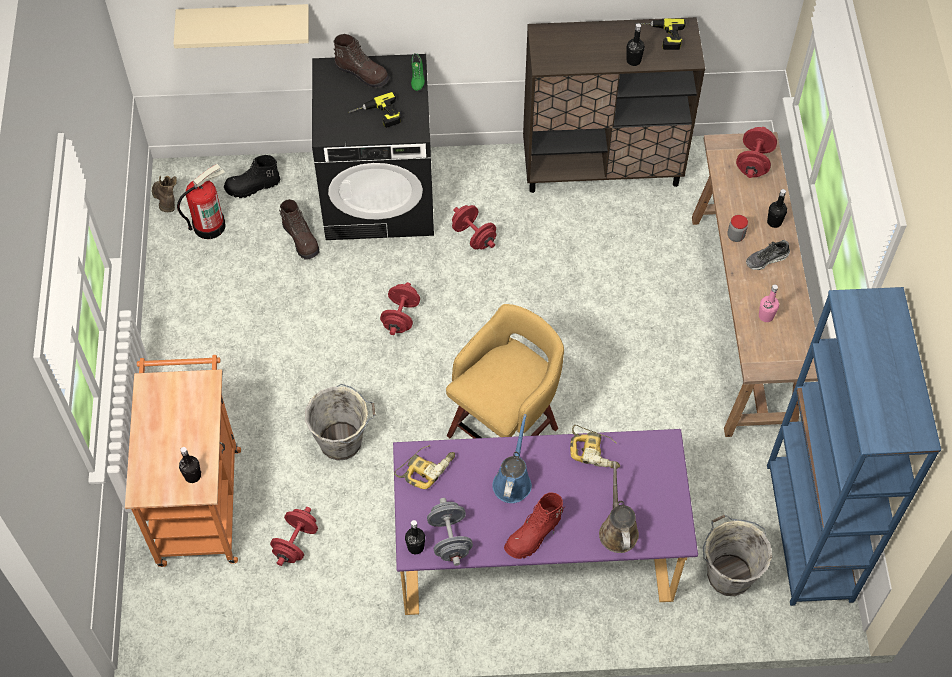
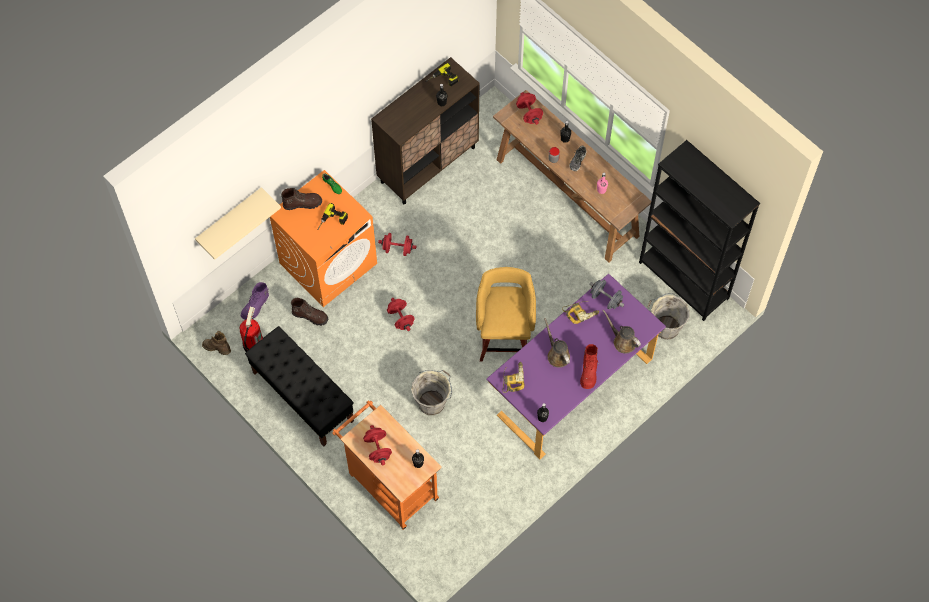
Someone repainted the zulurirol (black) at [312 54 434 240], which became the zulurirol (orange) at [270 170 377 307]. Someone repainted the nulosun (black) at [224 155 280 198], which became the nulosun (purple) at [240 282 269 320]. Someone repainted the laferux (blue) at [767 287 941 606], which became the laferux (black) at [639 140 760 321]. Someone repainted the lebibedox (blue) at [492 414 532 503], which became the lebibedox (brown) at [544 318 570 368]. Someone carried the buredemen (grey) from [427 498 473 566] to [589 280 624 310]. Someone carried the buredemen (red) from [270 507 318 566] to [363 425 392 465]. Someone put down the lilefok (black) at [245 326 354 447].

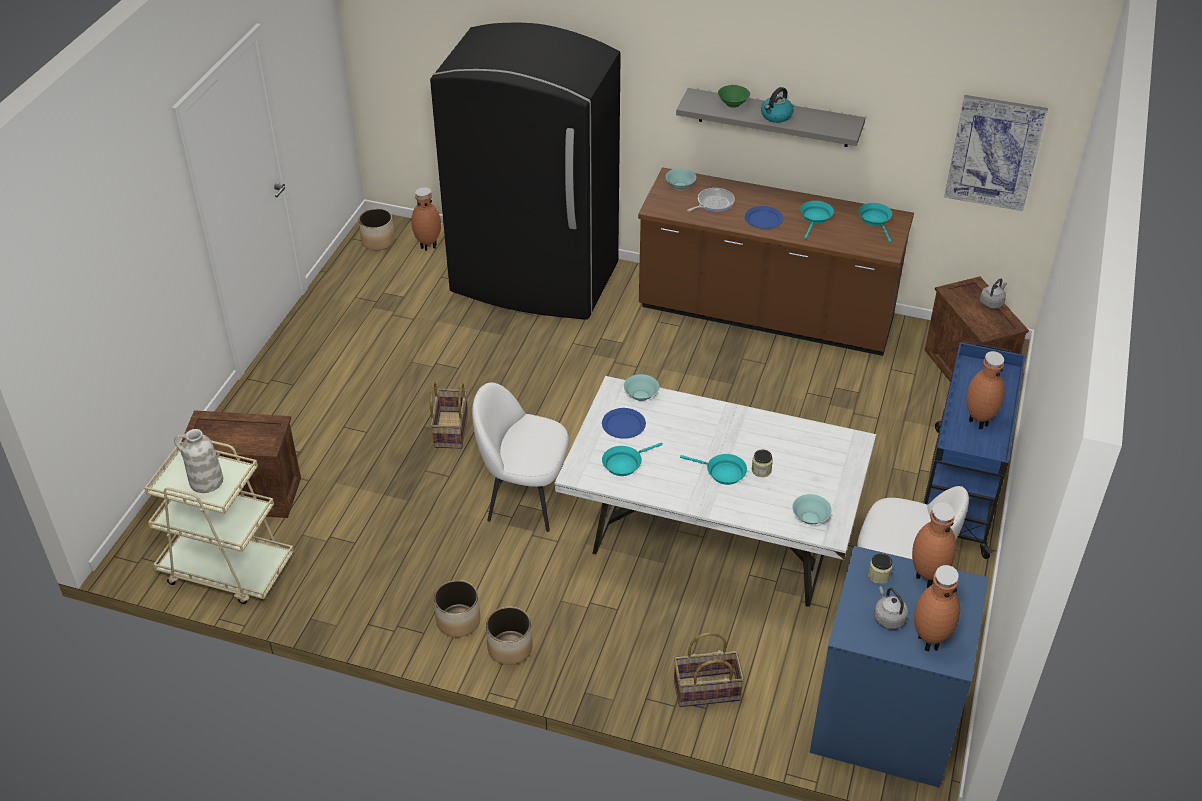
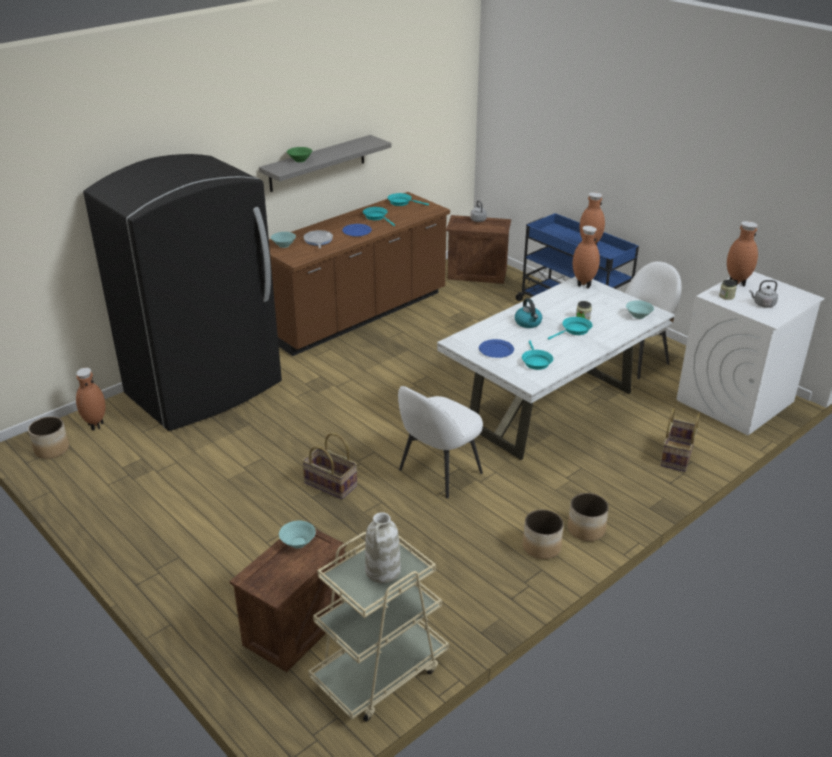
Someone carried the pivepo from [761 87 794 123] to [515 298 542 328]. Someone took away the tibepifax at [944 95 1048 211]. Someone carried the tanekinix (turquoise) from [624 374 659 401] to [279 521 316 548]. Someone repainted the zulurirol (blue) at [809 546 989 788], which became the zulurirol (white) at [677 271 825 436]. Someone carried the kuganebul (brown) from [914 565 960 651] to [573 226 600 288].

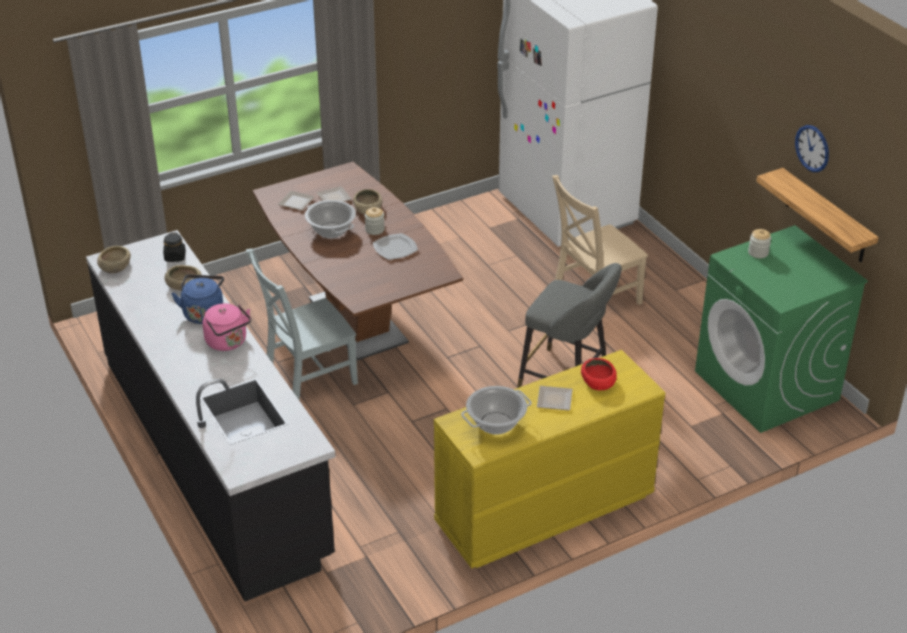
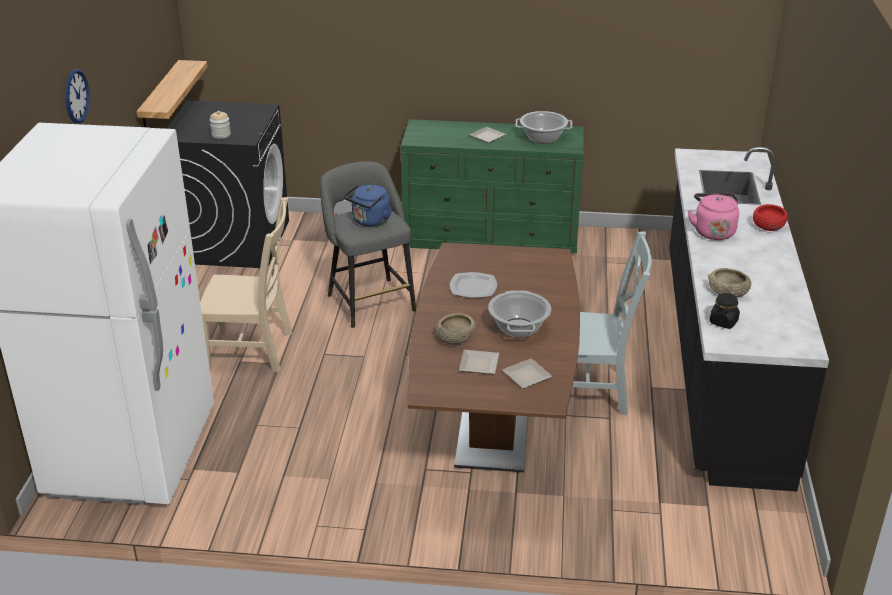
Someone carried the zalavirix from [795 125 829 172] to [65 69 90 123]. Someone took away the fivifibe at [365 207 385 235]. Someone repainted the zulurirol (green) at [695 225 868 433], which became the zulurirol (black) at [166 100 289 268]. Someone took away the tanekinix (beige) at [97 246 131 274]. Someone carried the pivepo (blue) from [172 275 224 324] to [344 184 392 226]. Someone repainted the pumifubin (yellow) at [434 350 665 569], which became the pumifubin (green) at [401 119 584 254]. Someone carried the tanekinix (red) from [581 358 617 390] to [753 204 787 231].

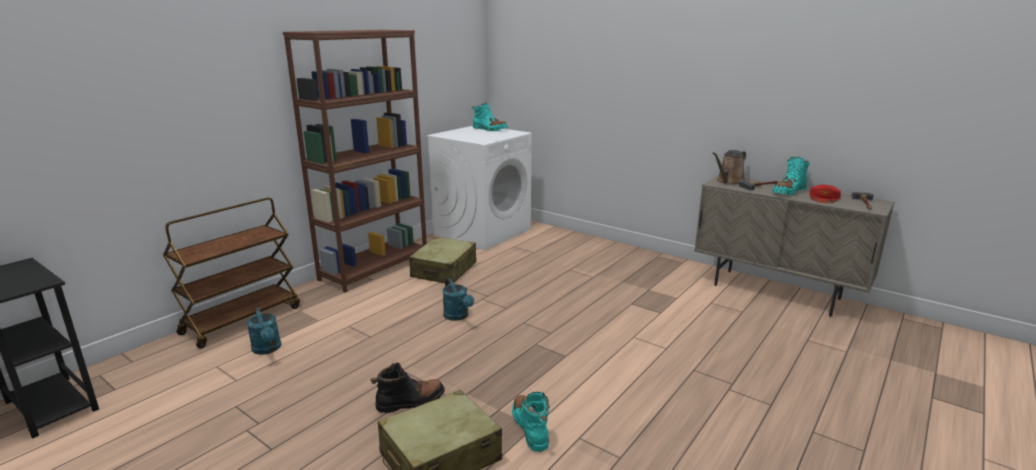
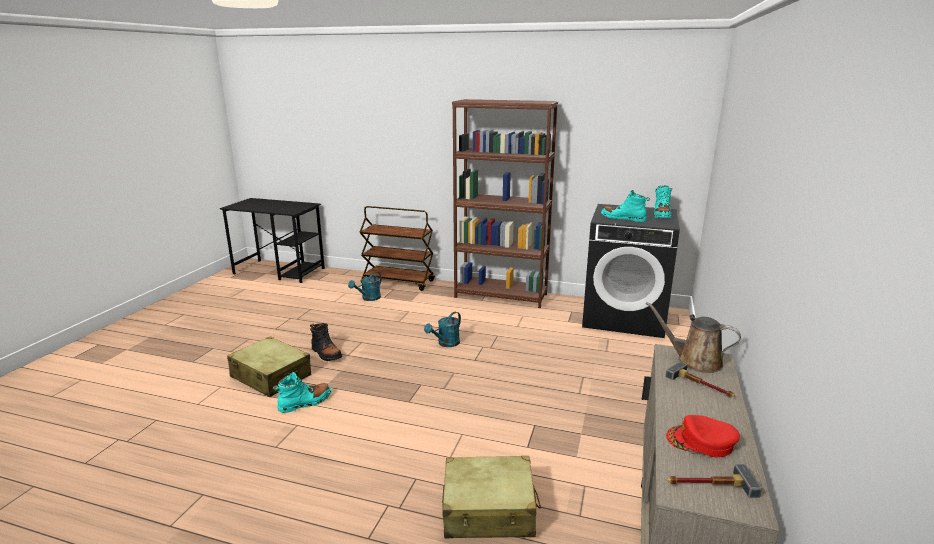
Someone repainted the zulurirol (white) at [426 126 532 250], which became the zulurirol (black) at [582 204 680 338]. Someone carried the nulosun (turquoise) from [772 156 809 195] to [601 190 650 222]. Someone carried the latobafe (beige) from [409 237 476 285] to [442 456 541 538].

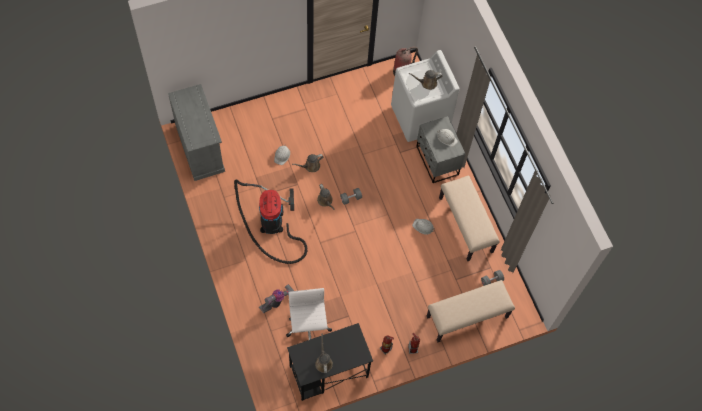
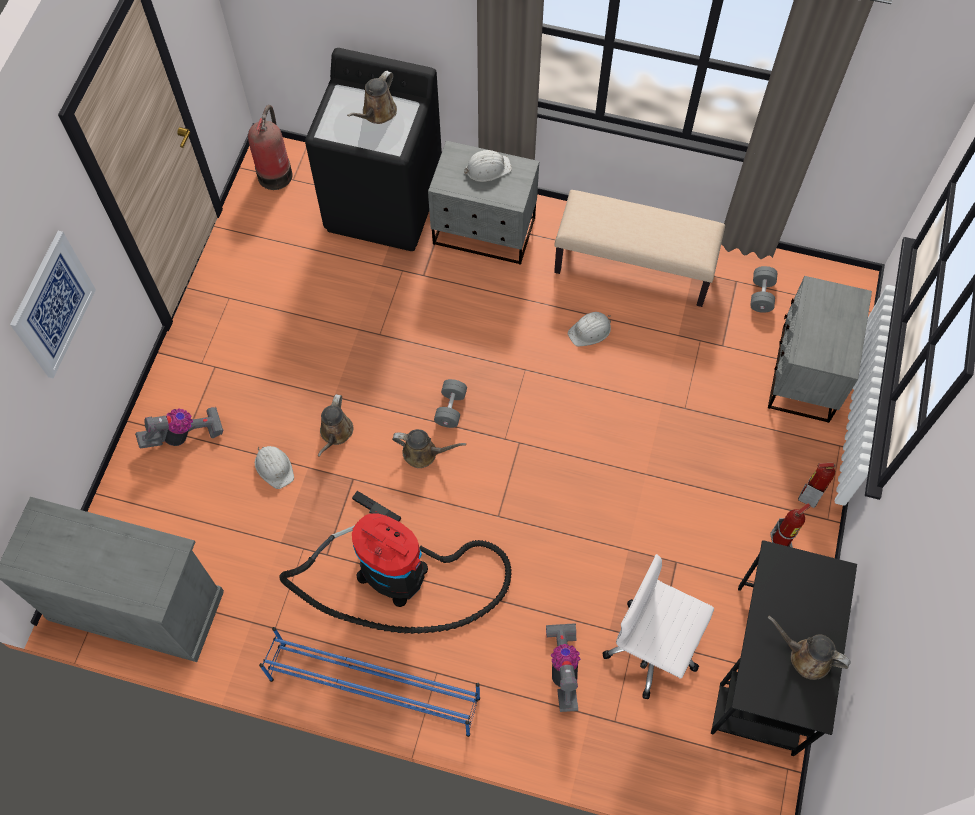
Someone repainted the zulurirol (white) at [391 50 460 142], which became the zulurirol (black) at [305 48 442 251]. Someone swapped the lilefok (beige) at [427 280 515 342] for the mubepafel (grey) at [768 276 872 423]. Someone put up the tibepifax at [10 231 96 378]. Someone put down the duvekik at [135 407 224 449]. Someone put down the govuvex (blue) at [259 627 480 737].

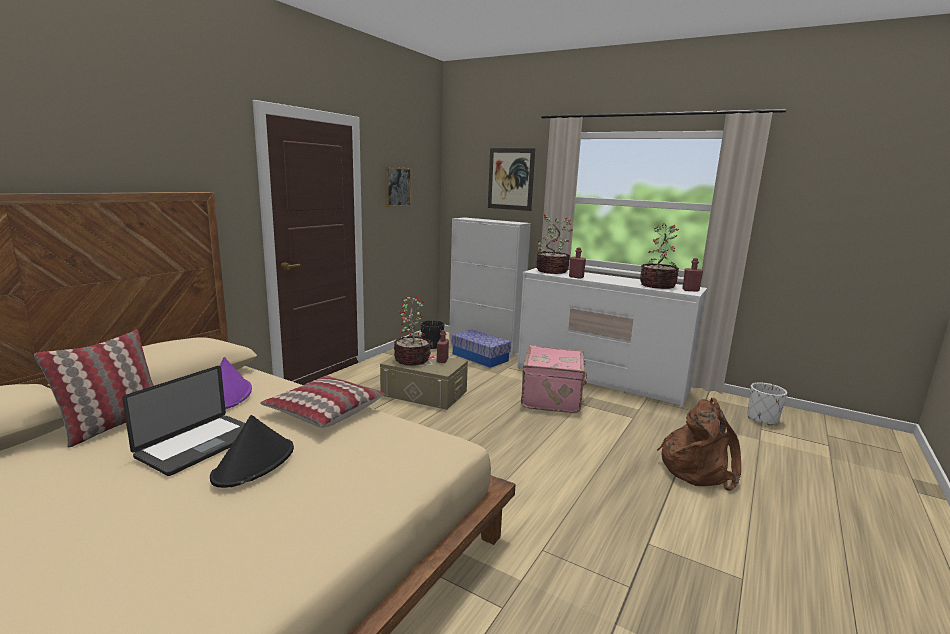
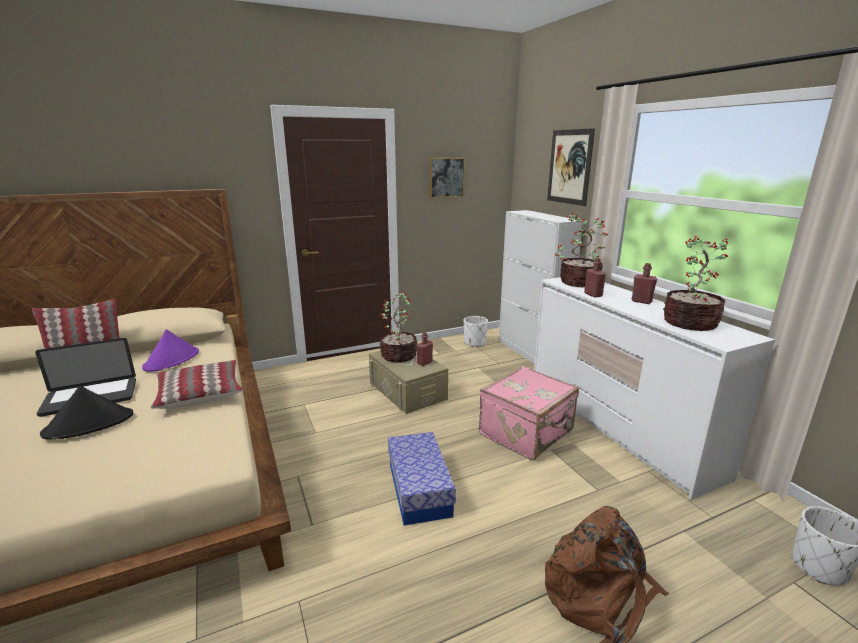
Someone carried the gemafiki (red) from [682 258 703 292] to [631 263 657 304]. Someone repainted the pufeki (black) at [421 320 444 349], which became the pufeki (white) at [464 316 488 347]. Someone carried the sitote from [452 329 511 368] to [388 432 456 526].

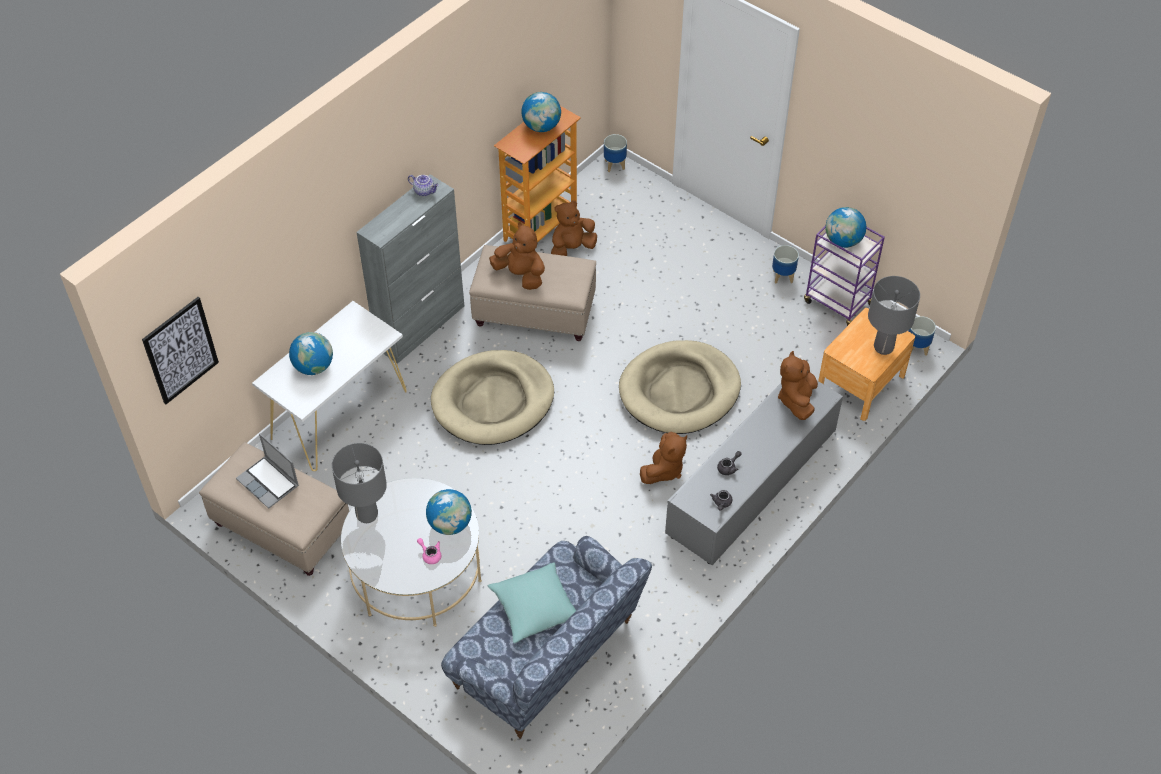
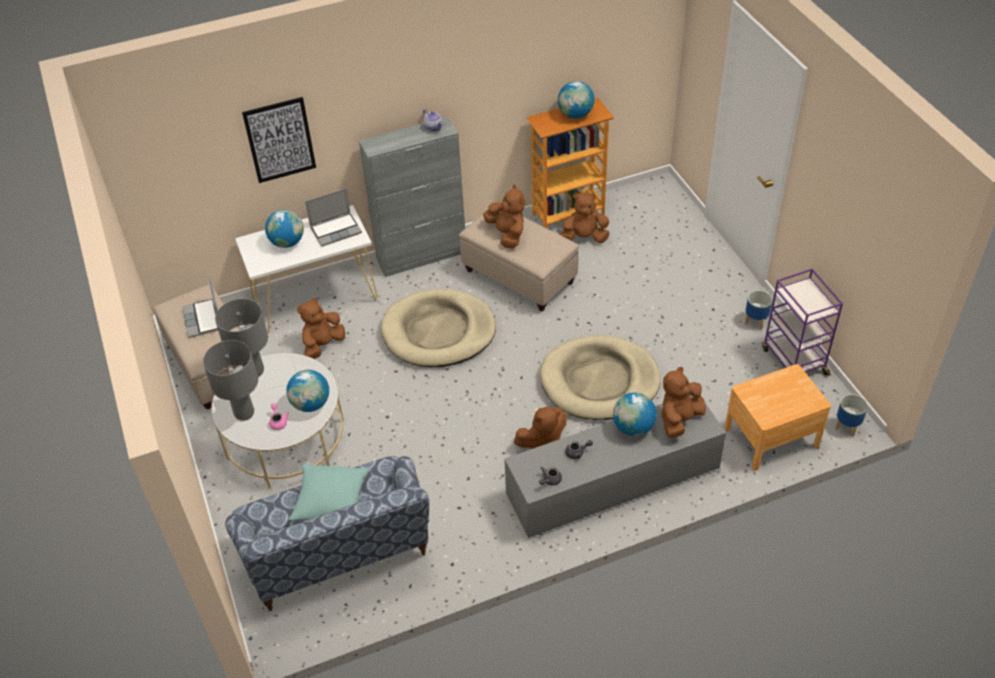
Someone took away the pufeki at [604 134 627 172]. Someone carried the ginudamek from [825 207 867 248] to [613 392 657 436]. Someone carried the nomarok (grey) from [868 276 920 355] to [203 340 258 421]. Someone carried the tibepifax from [142 297 219 404] to [242 97 316 183]. Someone put down the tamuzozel at [305 188 362 247]. Someone put down the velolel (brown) at [297 298 345 359].

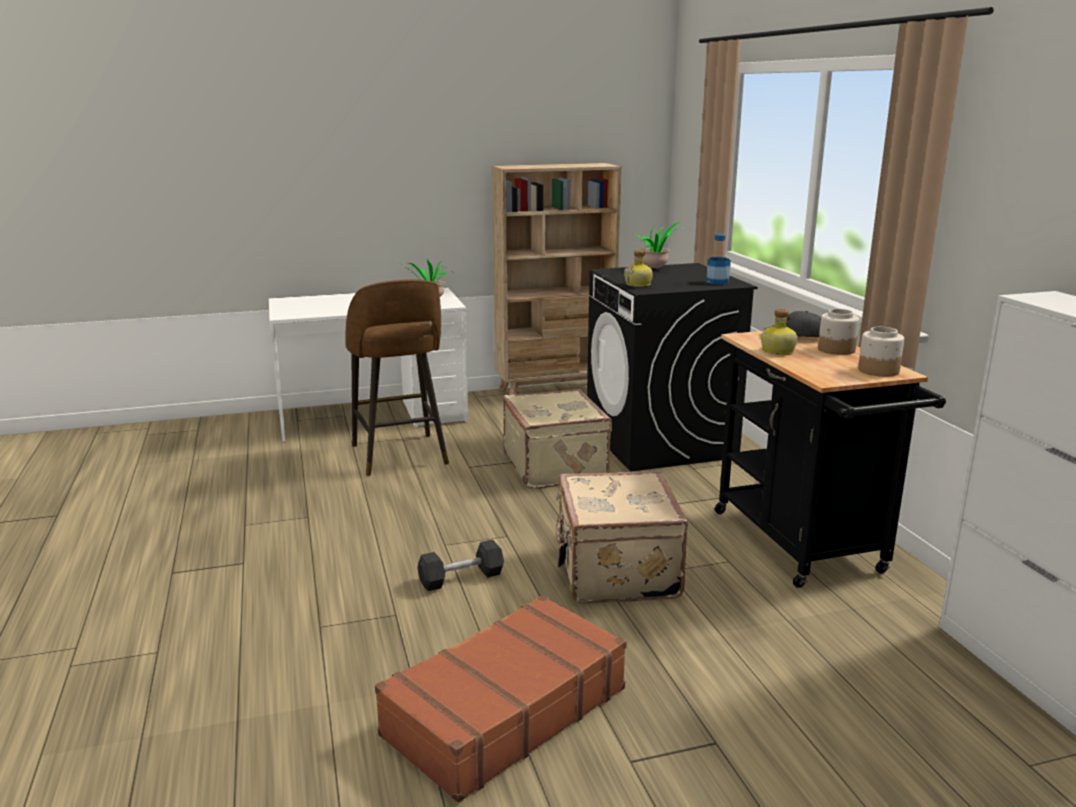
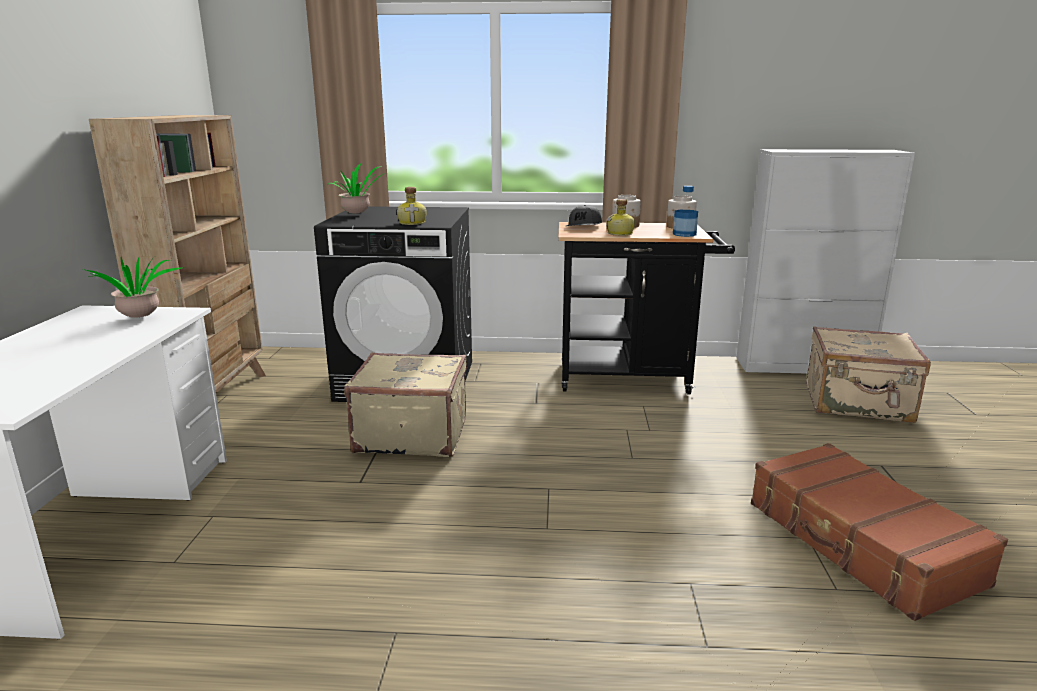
Someone carried the gemafiki from [707 234 731 285] to [673 186 698 237]. Someone took away the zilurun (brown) at [345 279 449 476]. Someone carried the latobafe (beige) from [555 471 688 604] to [806 326 931 423]. Someone took away the buredemen (grey) at [417 539 504 591].

